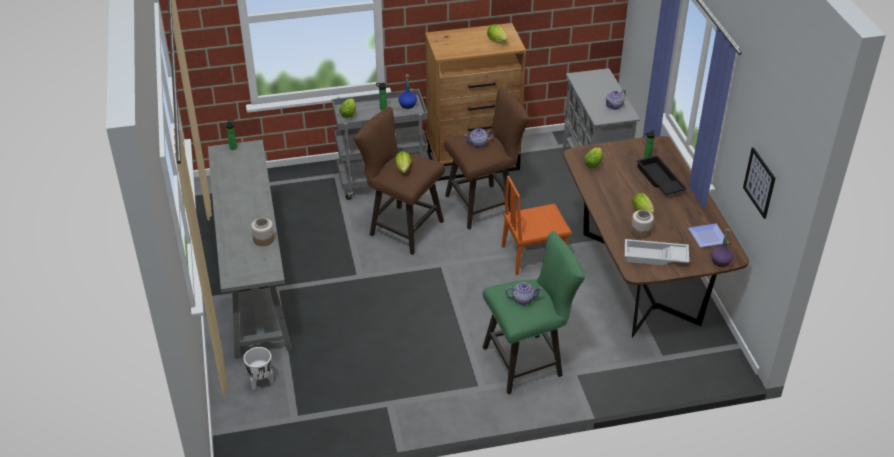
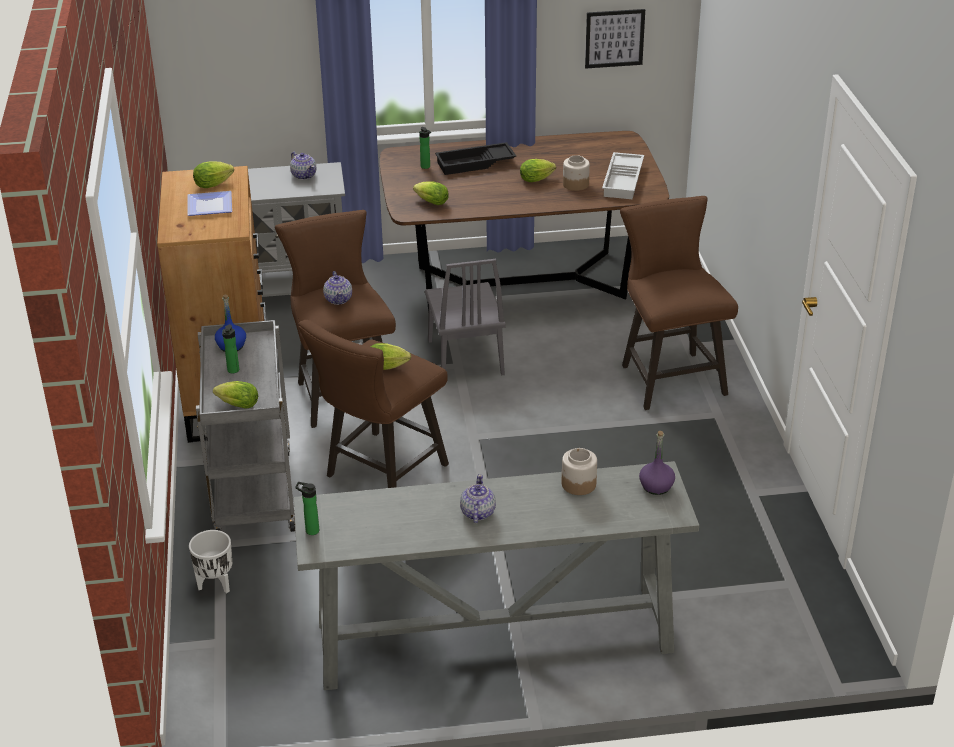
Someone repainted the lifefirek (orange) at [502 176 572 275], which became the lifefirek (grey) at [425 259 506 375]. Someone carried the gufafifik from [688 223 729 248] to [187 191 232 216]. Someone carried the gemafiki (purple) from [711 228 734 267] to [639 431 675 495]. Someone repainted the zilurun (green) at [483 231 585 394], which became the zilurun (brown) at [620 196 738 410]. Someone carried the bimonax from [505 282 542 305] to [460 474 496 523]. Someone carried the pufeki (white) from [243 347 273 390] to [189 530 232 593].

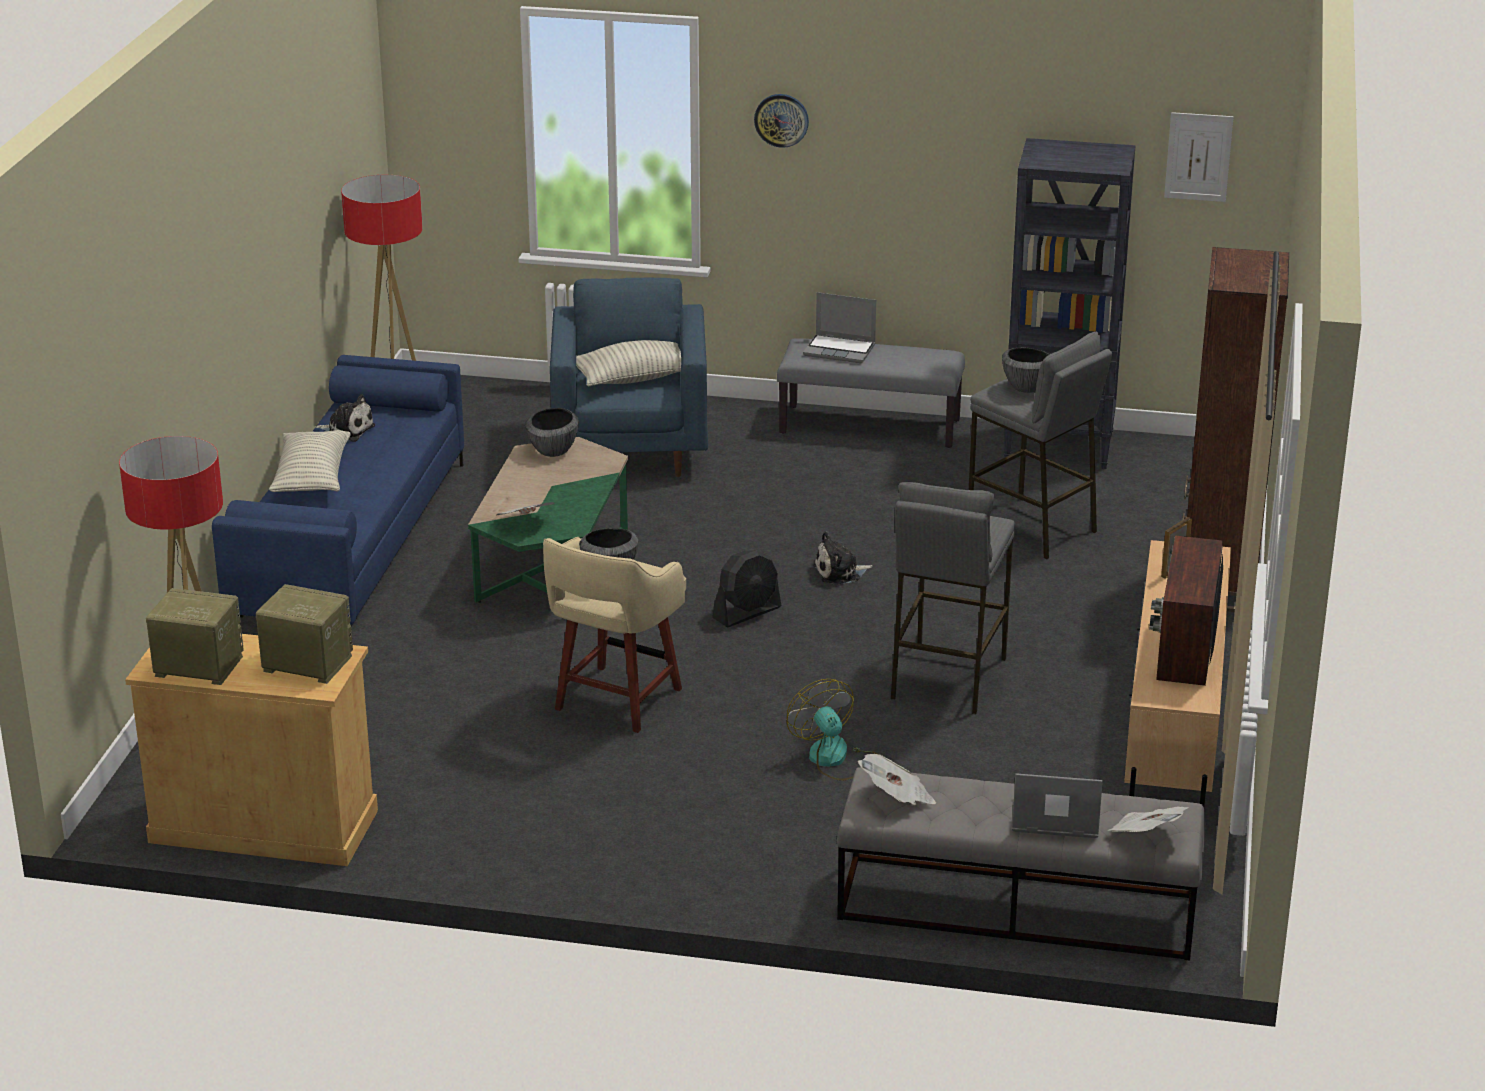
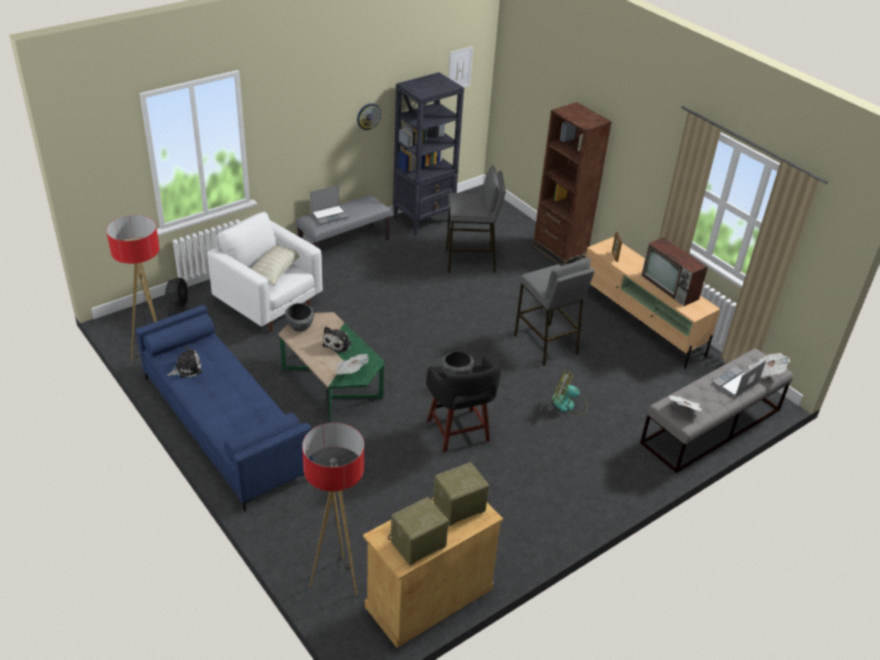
Someone carried the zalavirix from [754 94 809 148] to [357 103 381 130]. Someone repainted the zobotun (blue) at [550 278 708 477], which became the zobotun (white) at [207 212 323 332]. Someone took away the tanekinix at [1002 348 1050 393]. Someone took away the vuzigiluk at [269 430 350 492]. Someone carried the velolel from [813 531 873 585] to [322 327 352 353]. Someone repainted the zilurun (beige) at [543 537 686 733], which became the zilurun (black) at [426 354 501 452]. Someone carried the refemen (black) from [712 550 781 627] to [165 278 189 317].

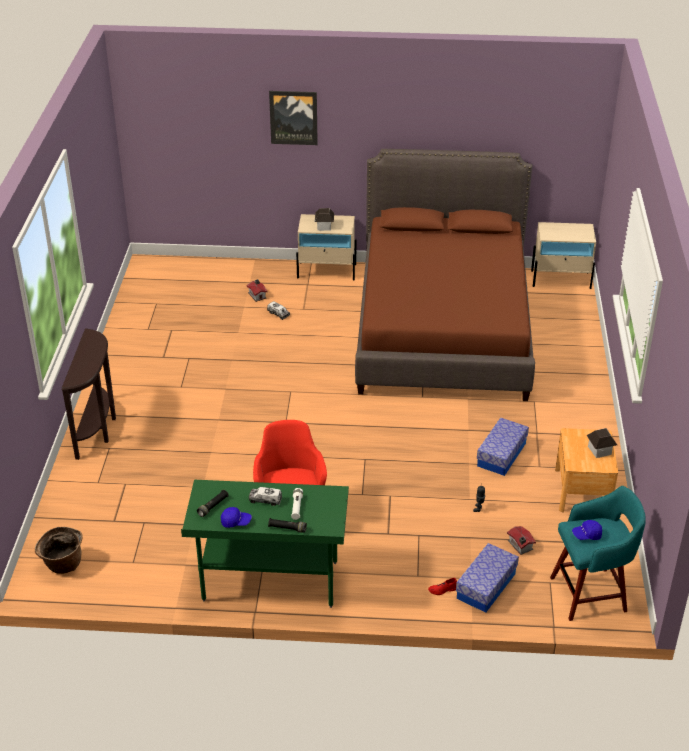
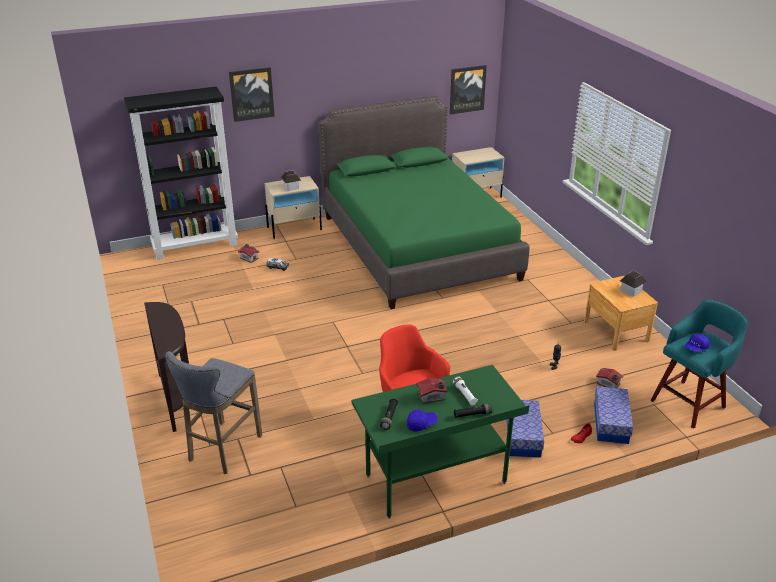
Someone repainted the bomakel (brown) at [355 149 535 401], which became the bomakel (green) at [318 96 529 309]. Someone carried the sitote from [477 418 529 476] to [507 400 544 457]. Someone swapped the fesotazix at [249 487 282 506] for the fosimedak at [416 378 447 404]. Someone took away the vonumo at [35 527 83 574]. Someone put up the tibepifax at [450 65 487 115]. Someone put down the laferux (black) at [124 86 238 260]. Someone put down the zilurun (grey) at [165 351 262 474].

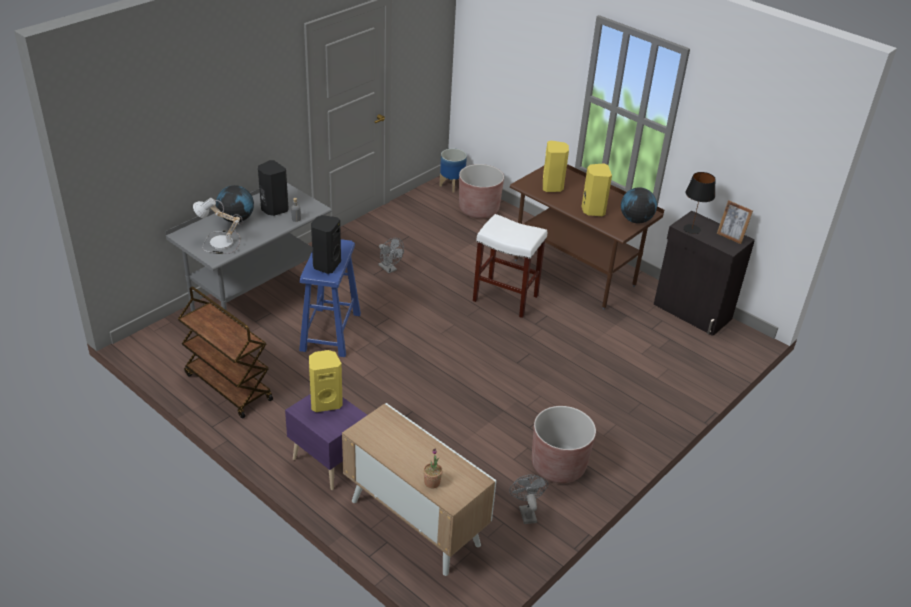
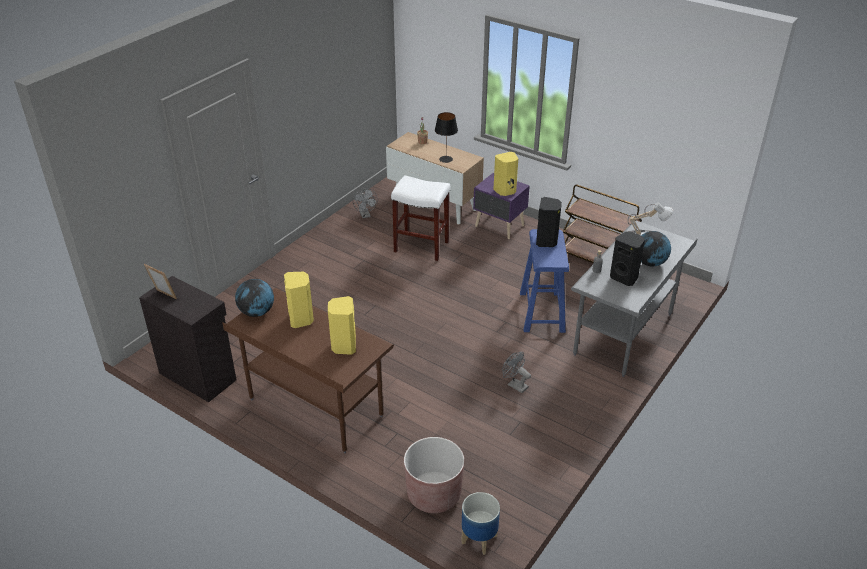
Someone carried the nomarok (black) from [683 172 716 234] to [435 112 458 163]. Someone carried the zilurun (white) from [473 214 547 318] to [391 175 450 261]. Someone took away the pufeki (brown) at [532 406 596 483].

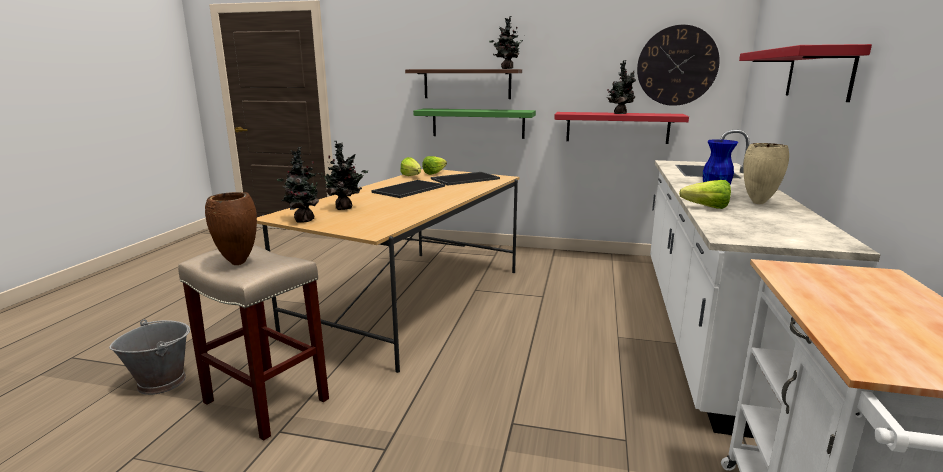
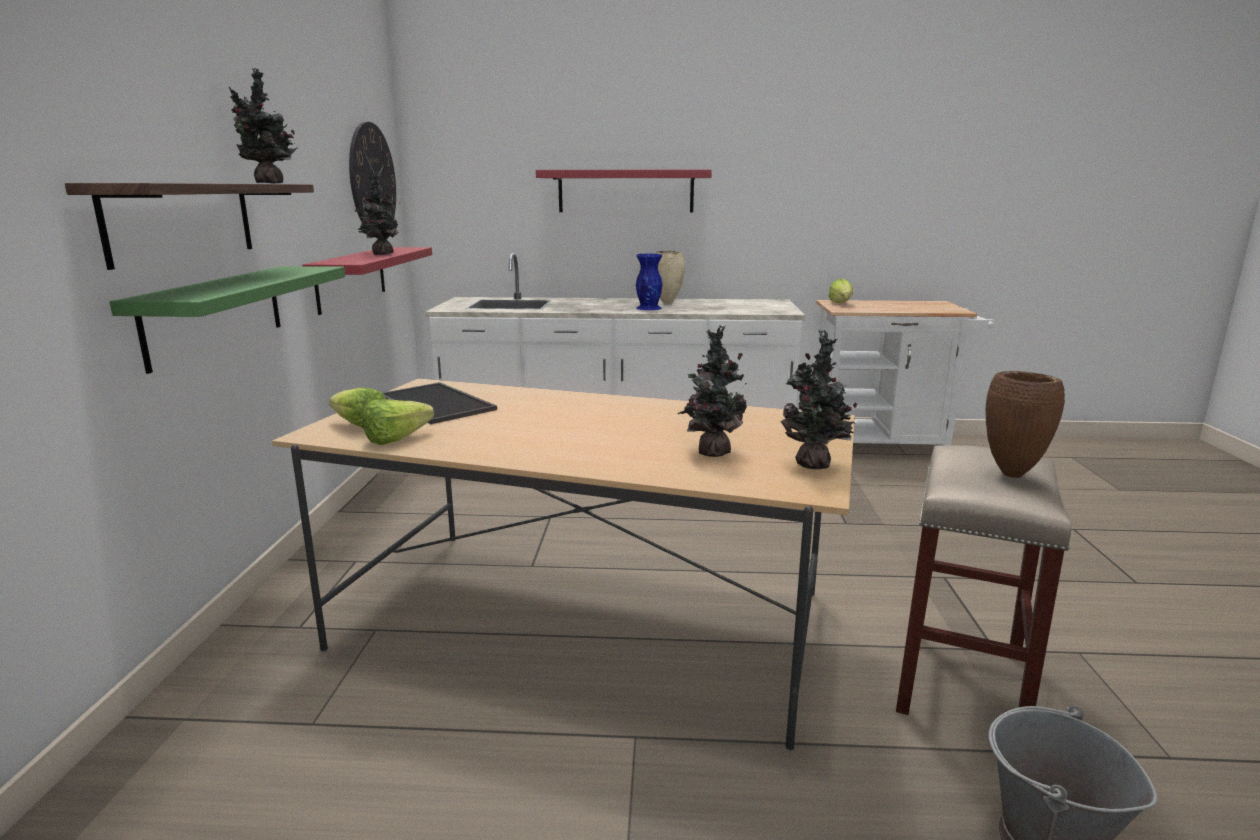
Someone took away the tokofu at [371 180 445 198]. Someone carried the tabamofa from [679 180 731 209] to [828 279 853 303].

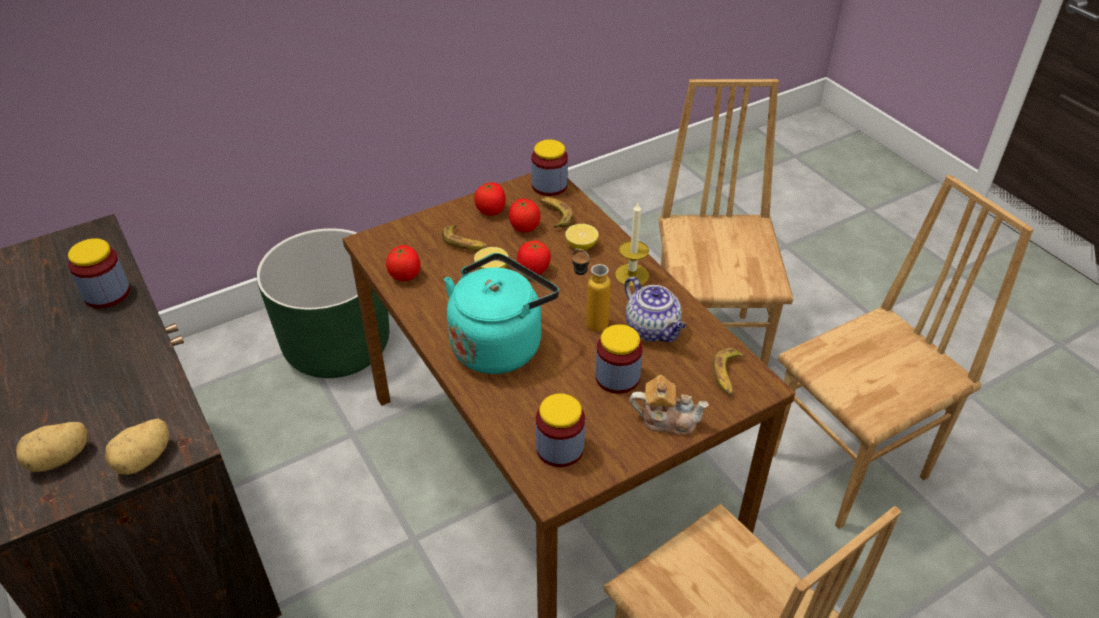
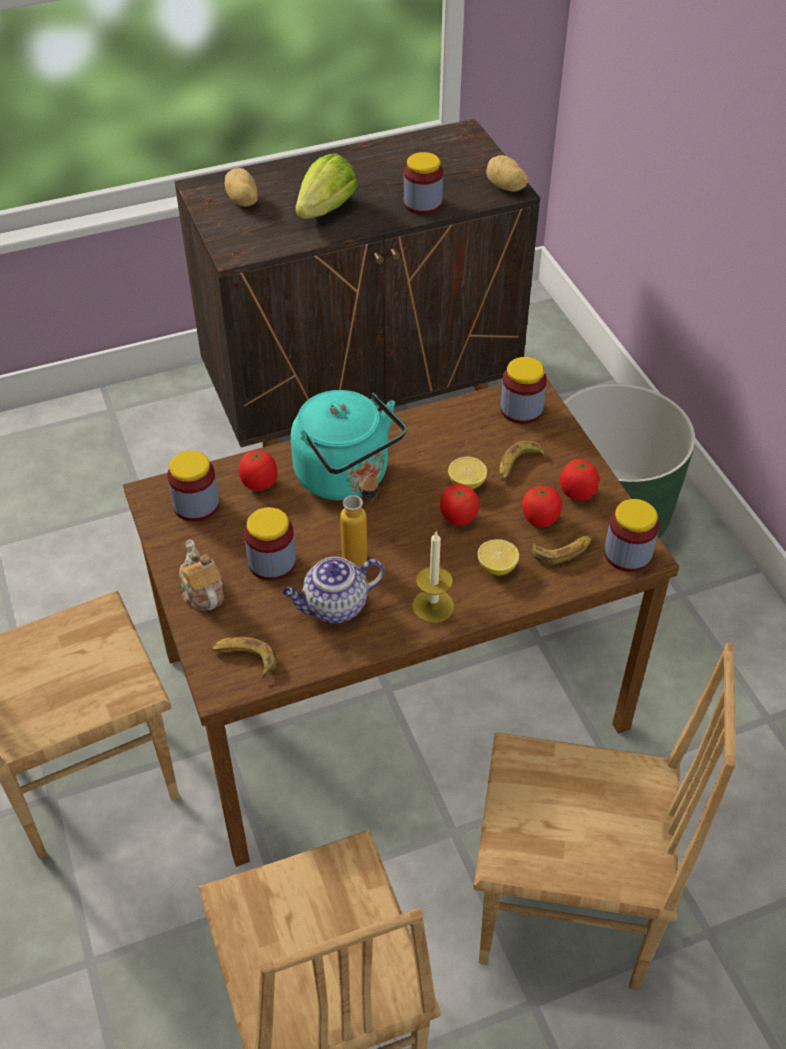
Someone carried the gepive from [386 245 420 281] to [239 449 277 491]. Someone rotated the bimonax at [630 375 709 435] by 135 degrees clockwise. Someone carried the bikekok from [105 419 169 475] to [486 155 528 192]. Someone put down the tabamofa at [295 154 358 219]. Someone put down the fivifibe at [500 357 547 424].

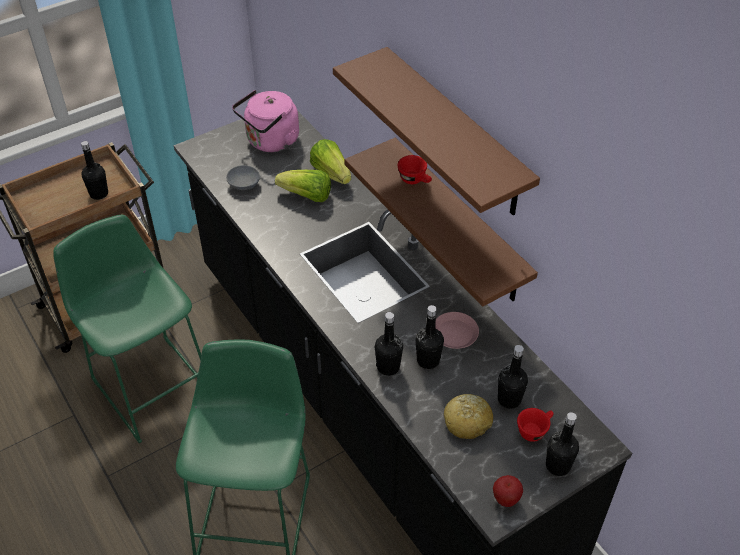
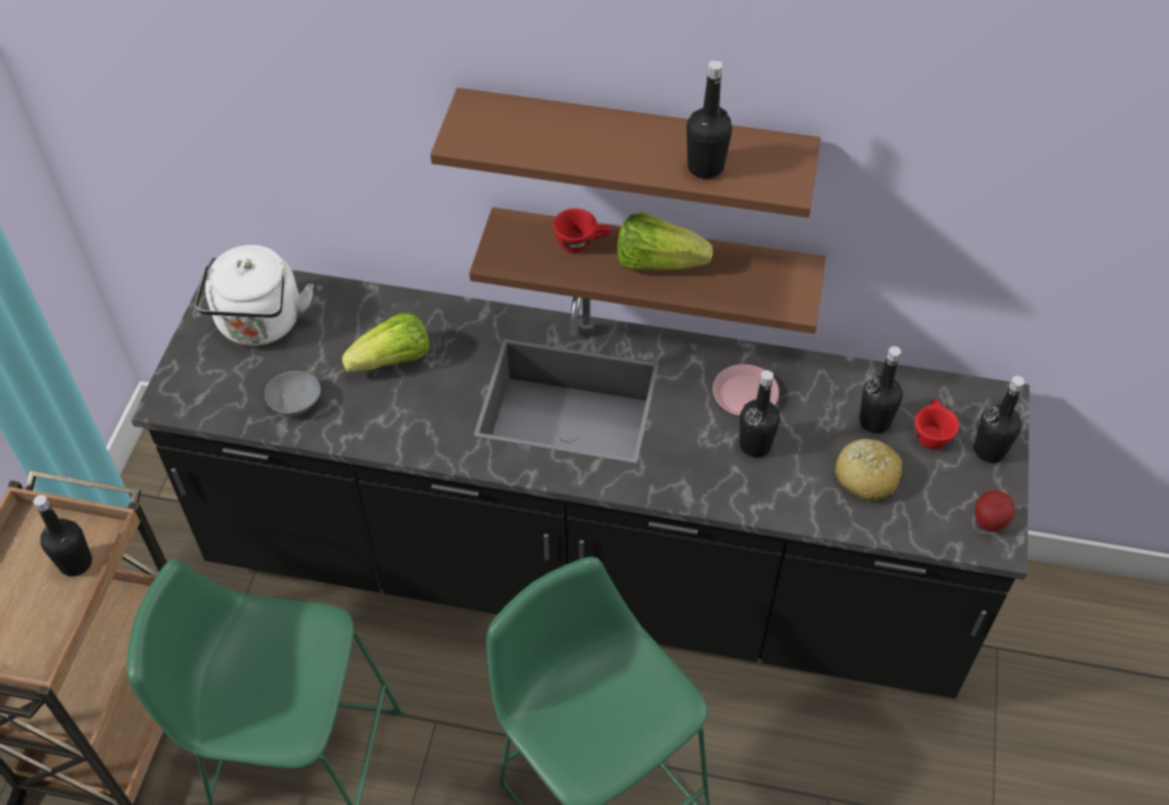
Someone repainted the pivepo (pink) at [232 90 299 152], which became the pivepo (white) at [194 245 314 346]. Someone carried the tabamofa from [310 139 351 184] to [617 213 713 270]. Someone carried the gemafiki (black) from [375 312 403 376] to [687 60 732 179].

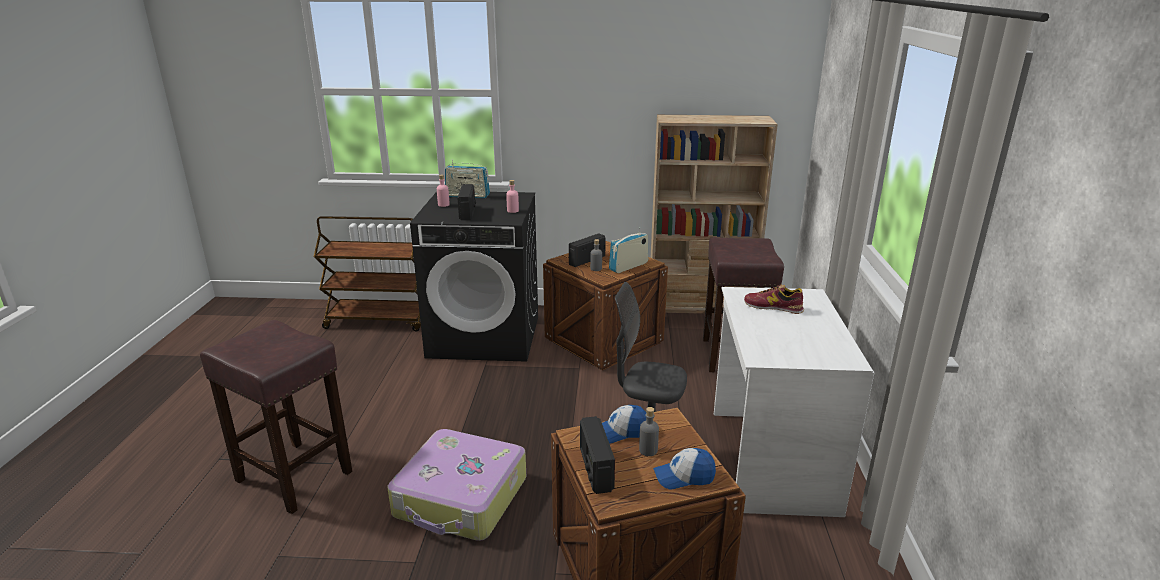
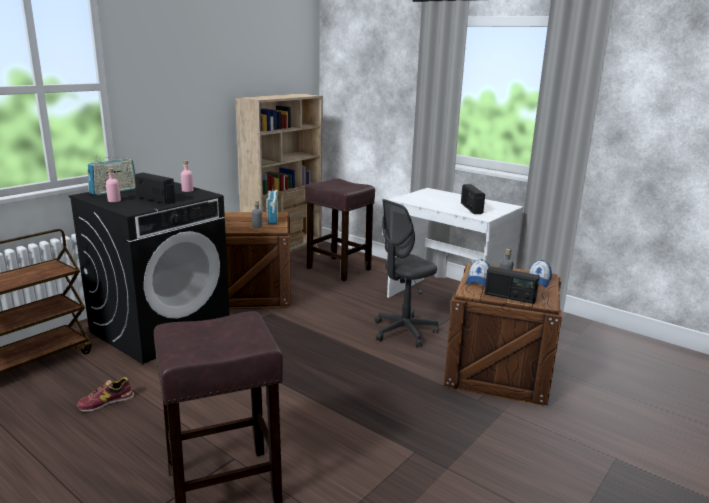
Someone carried the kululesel from [569 233 606 267] to [461 184 485 214]. Someone carried the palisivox from [744 285 804 314] to [77 377 134 412]. Someone took away the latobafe at [388 429 526 541].

